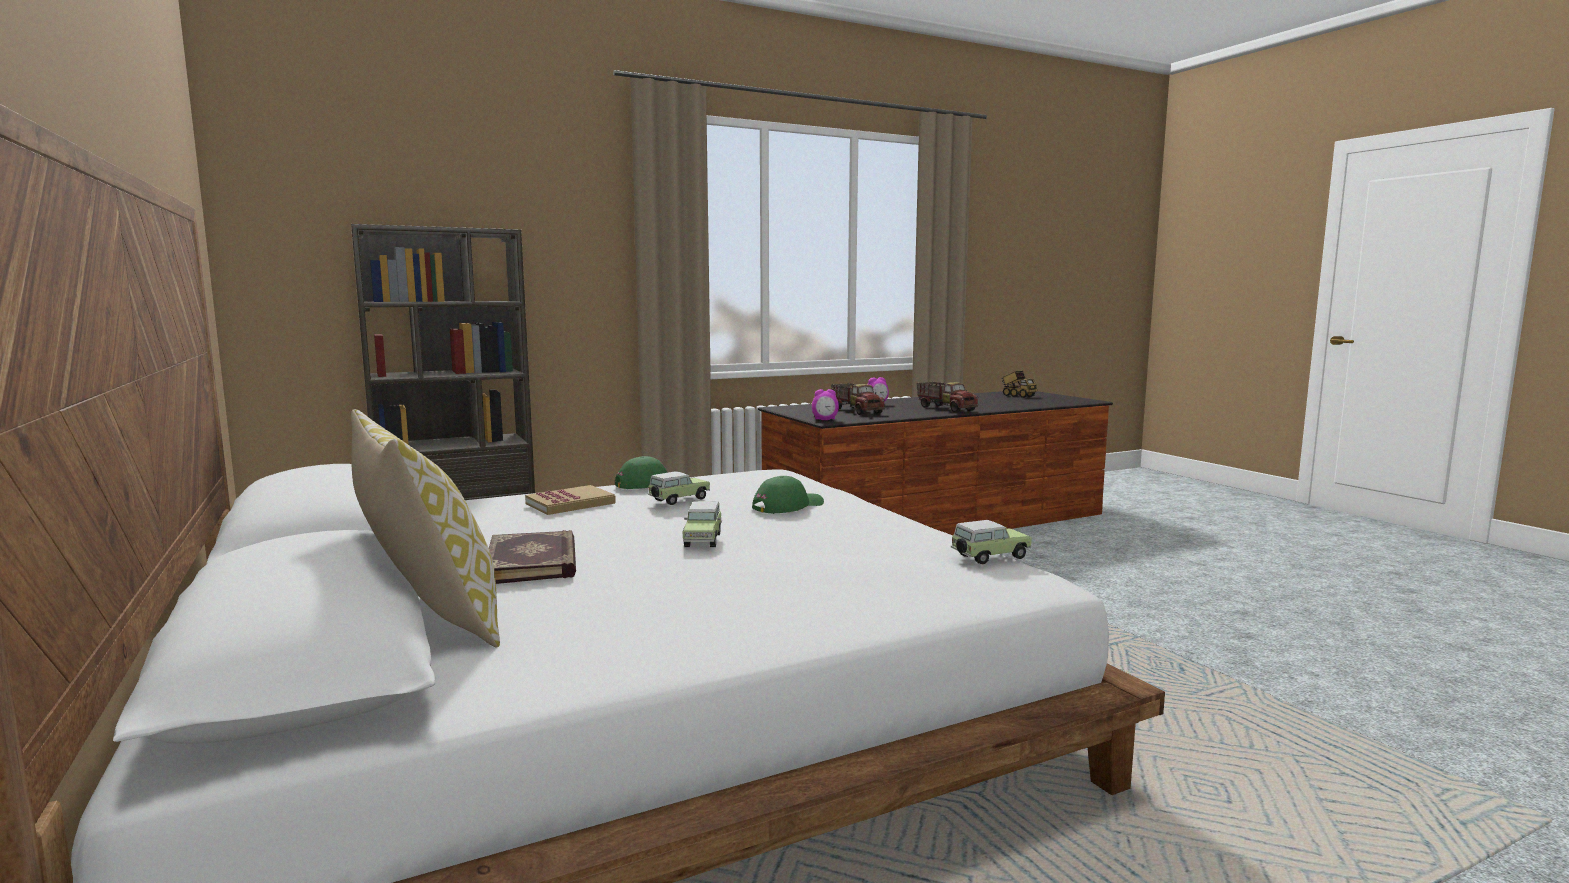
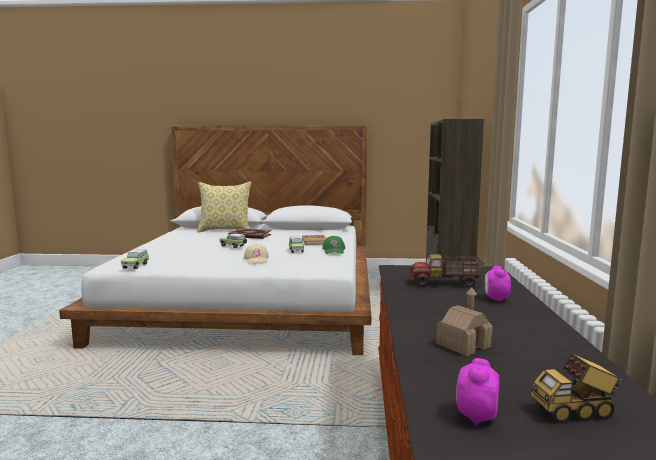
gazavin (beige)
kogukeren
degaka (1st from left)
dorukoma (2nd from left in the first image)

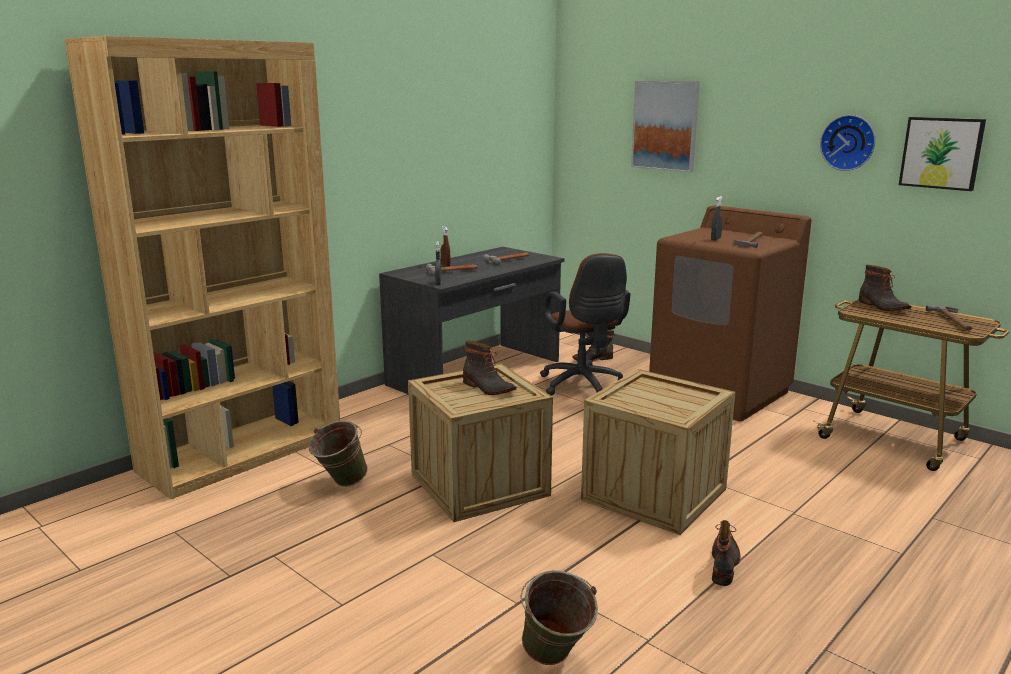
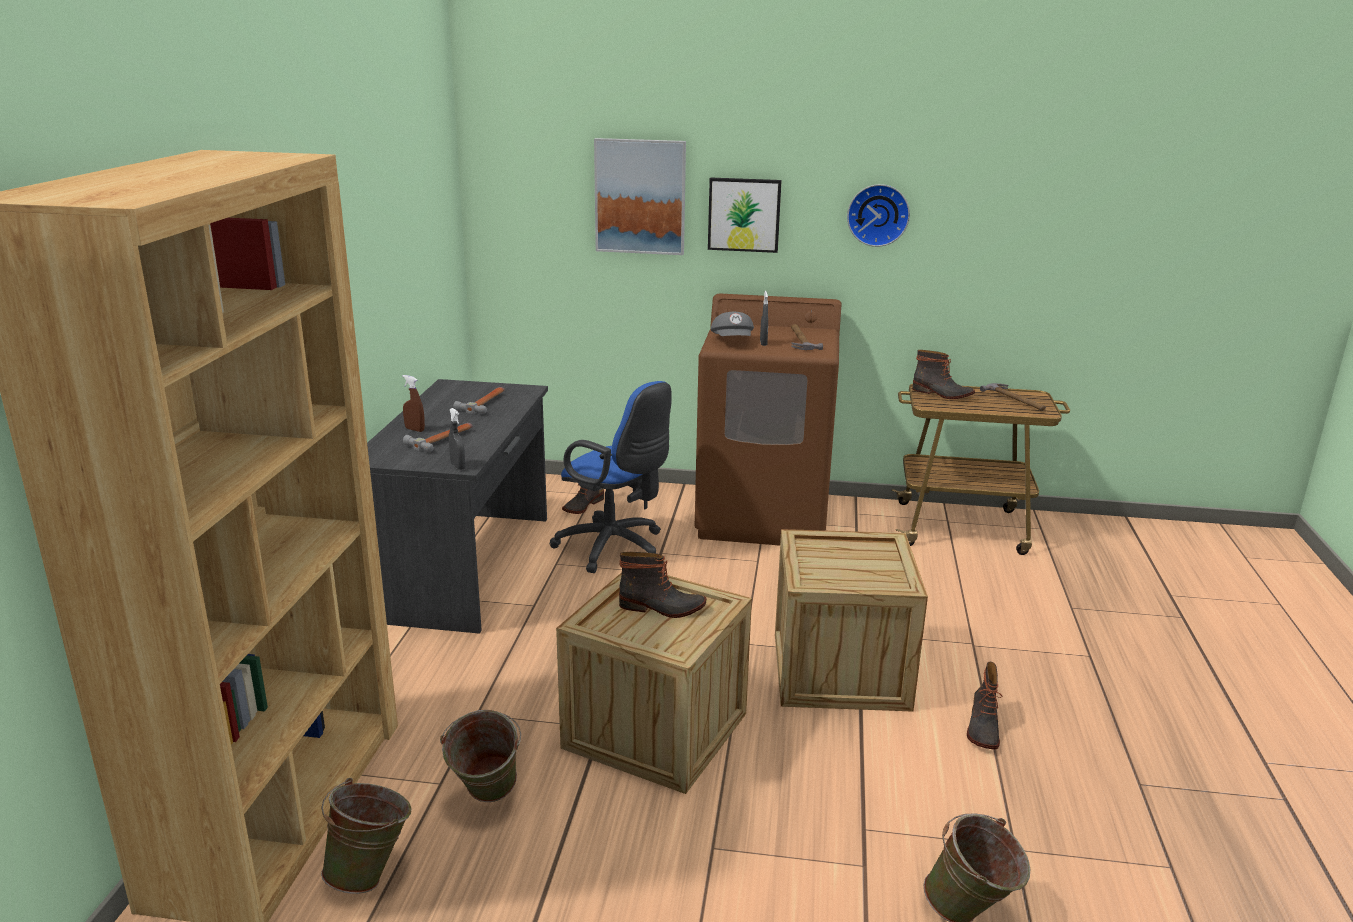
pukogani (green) (1st from left)
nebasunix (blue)
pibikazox (2nd from left)
gazavin (grey)
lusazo (4th from left)

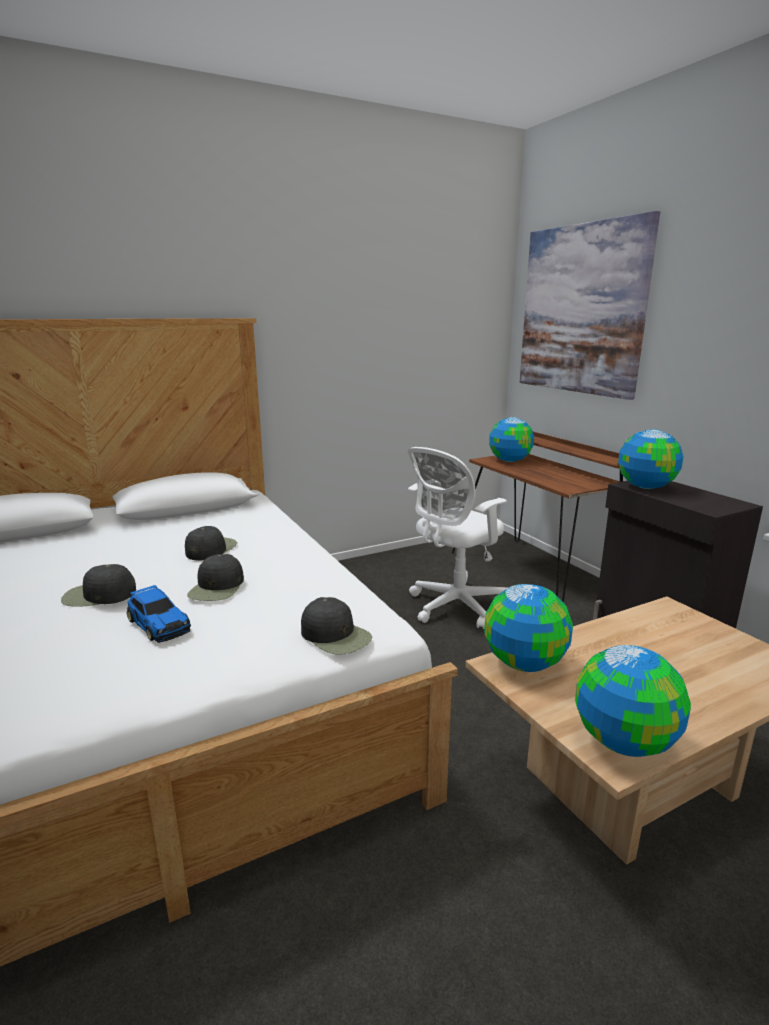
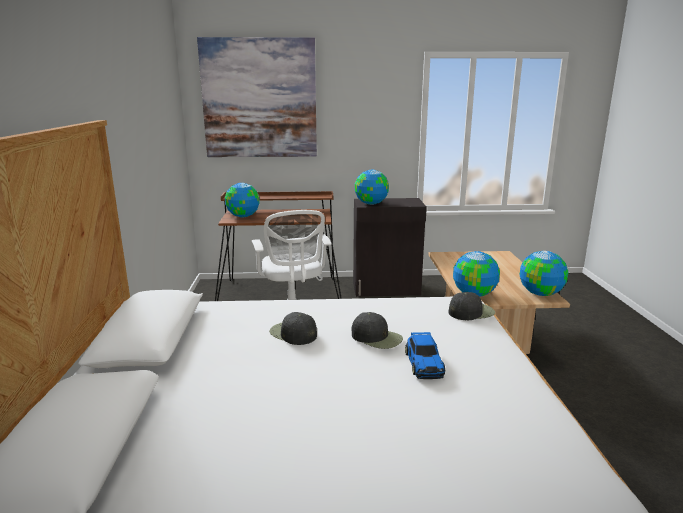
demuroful
gazavin (black) (1st from left in the first image)

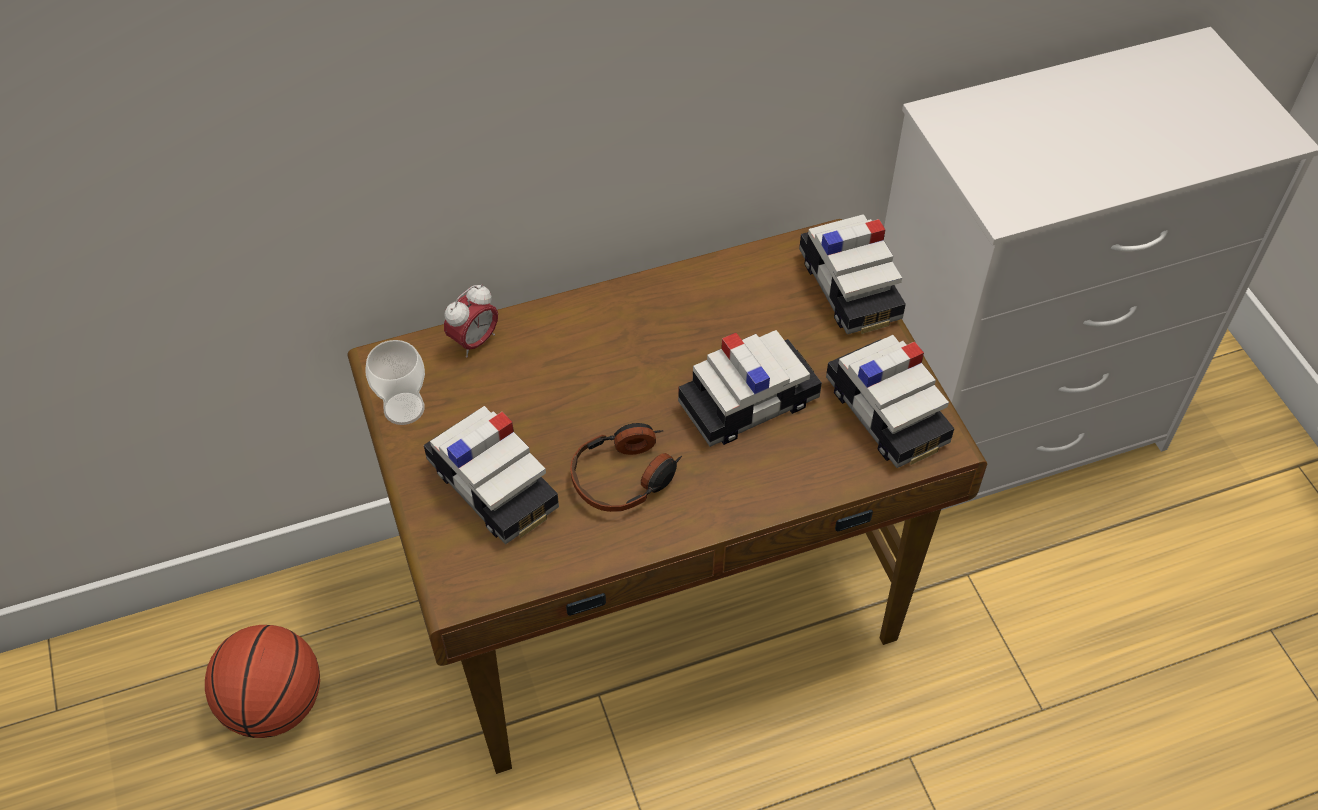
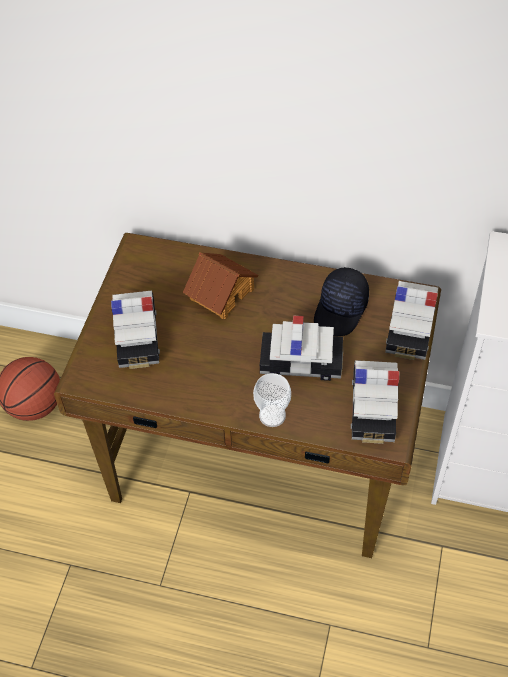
kogukeren
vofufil
gazavin (black)
degaka
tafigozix

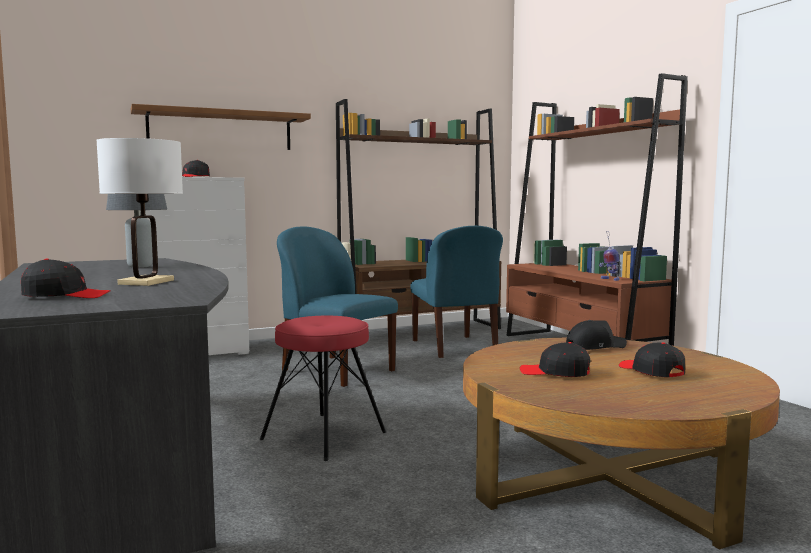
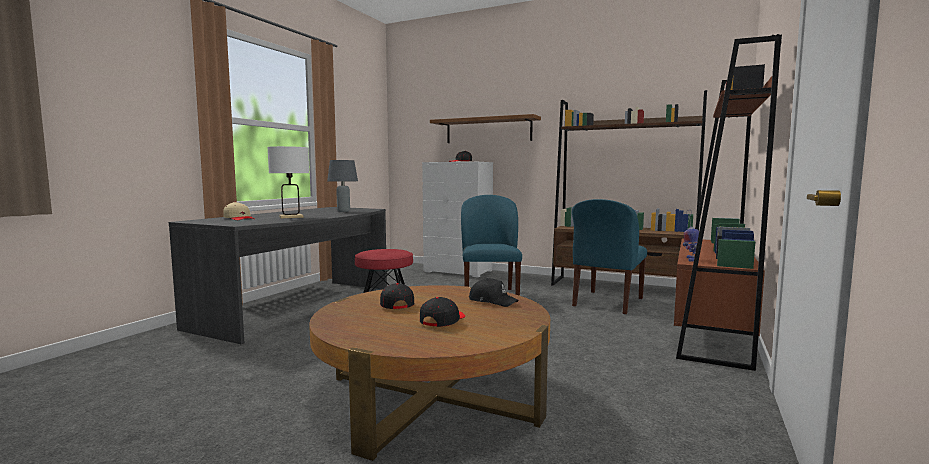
gazavin (beige)

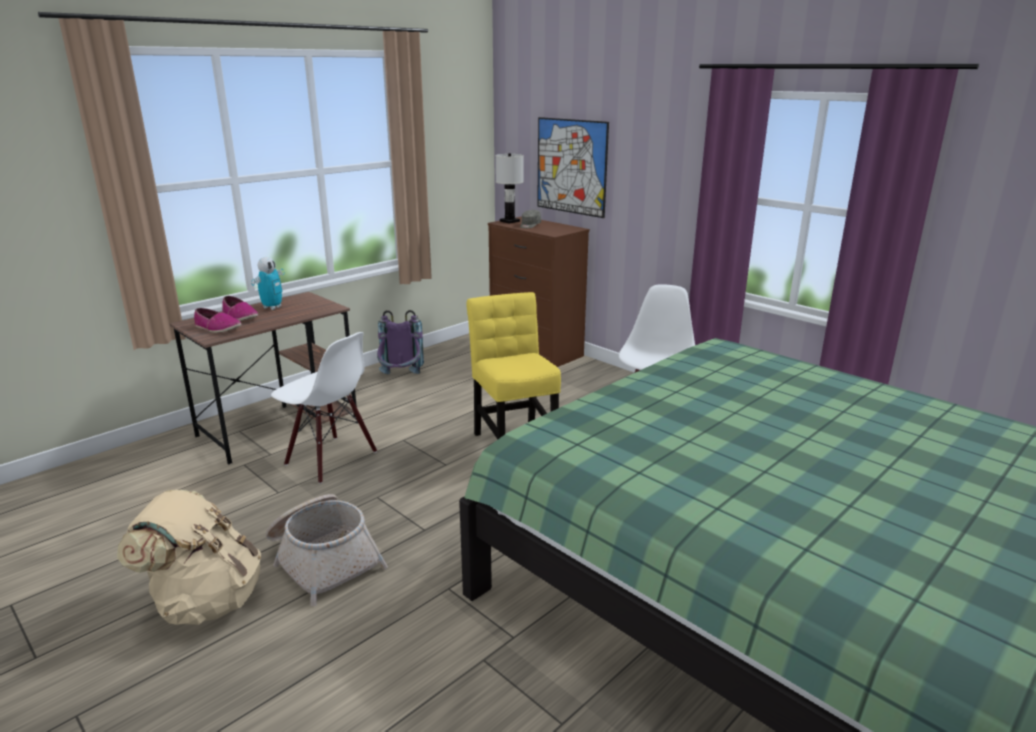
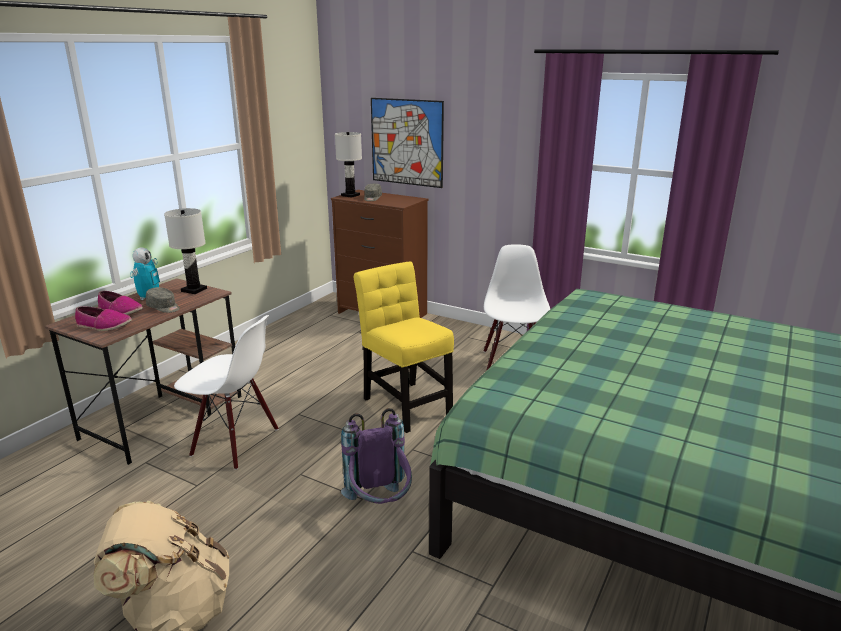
gazavin (grey) (1st from left)
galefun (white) (1st from left)
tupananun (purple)
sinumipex

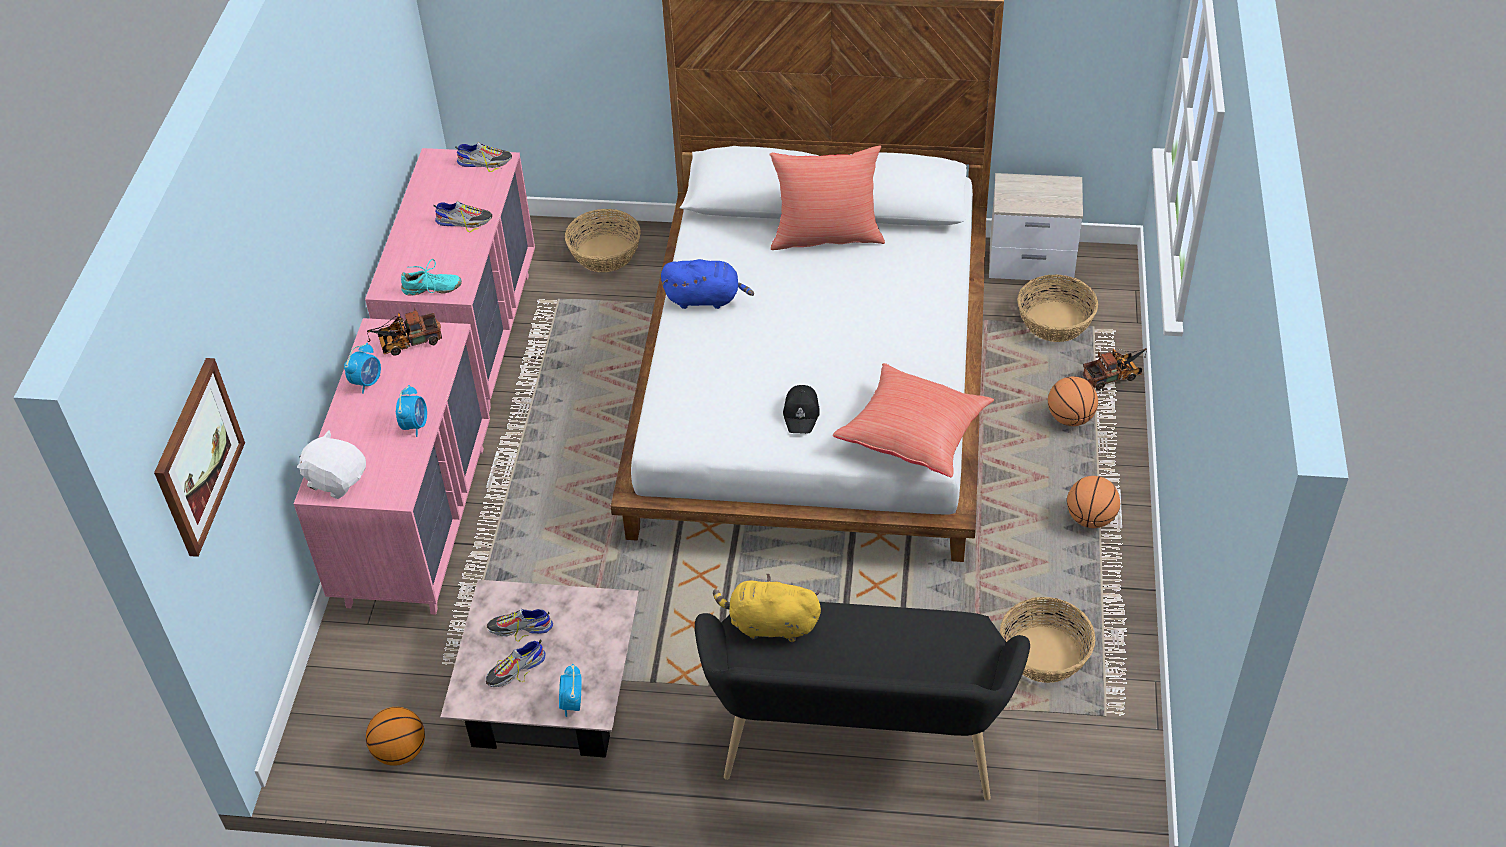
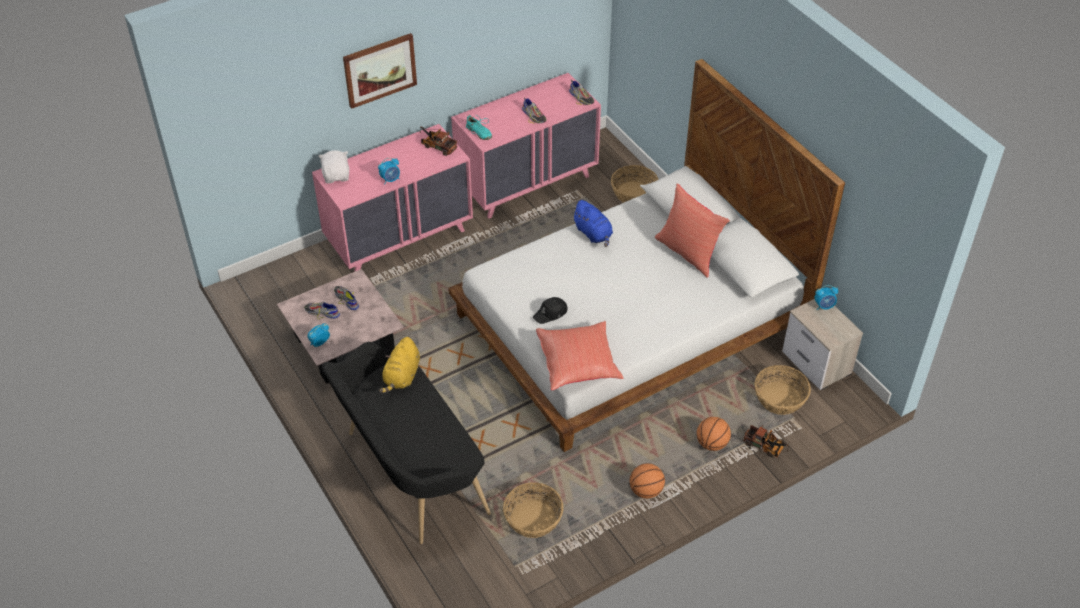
pibikazox
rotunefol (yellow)
degaka (3rd from left)
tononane (1st from left in the first image)

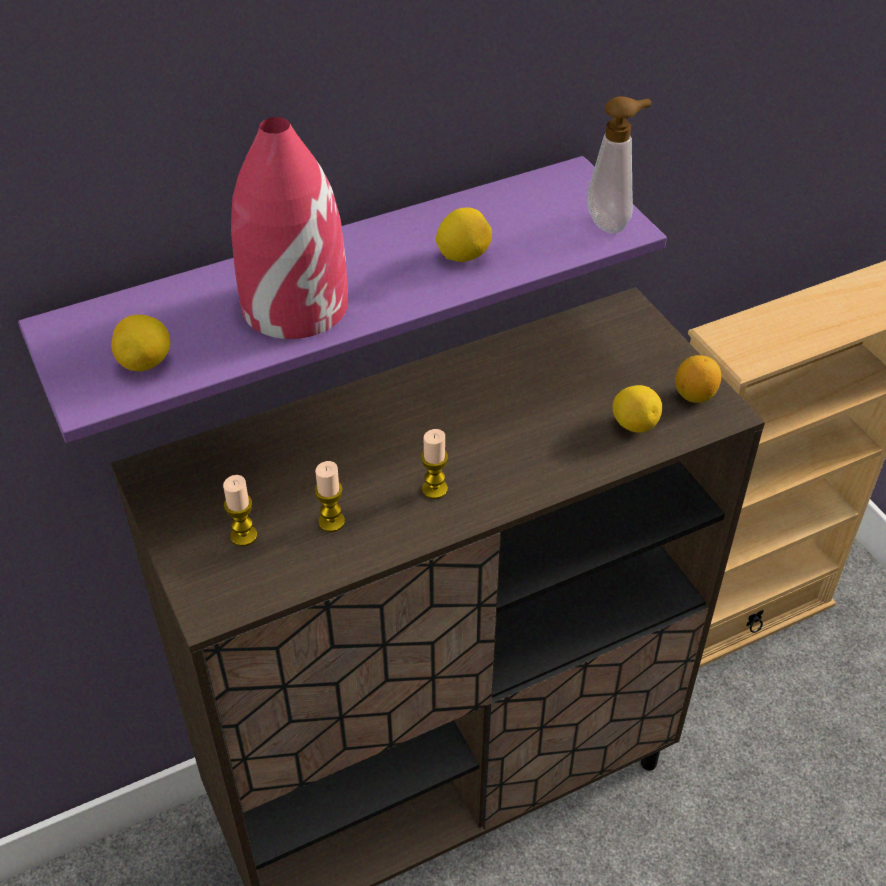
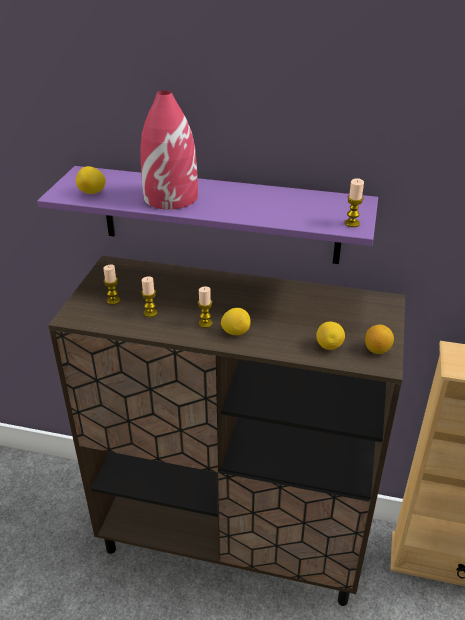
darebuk (2nd from left)
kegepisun (4th from left)

